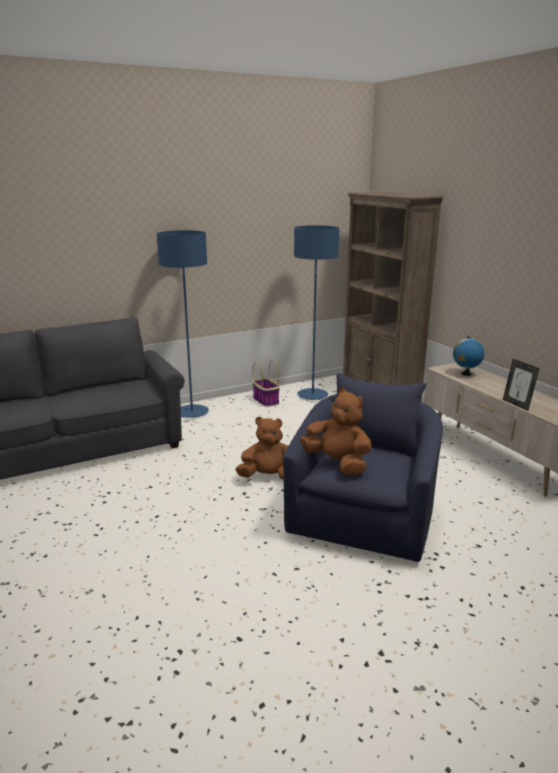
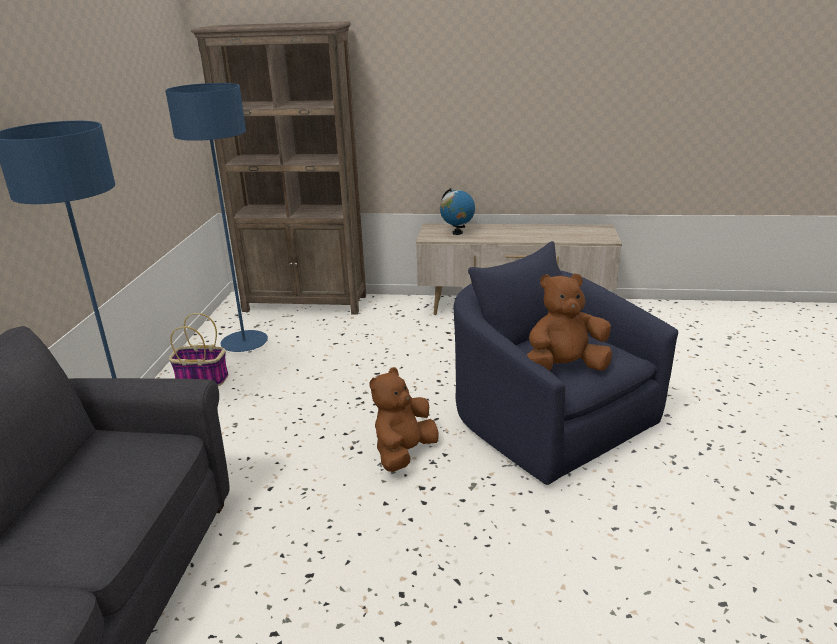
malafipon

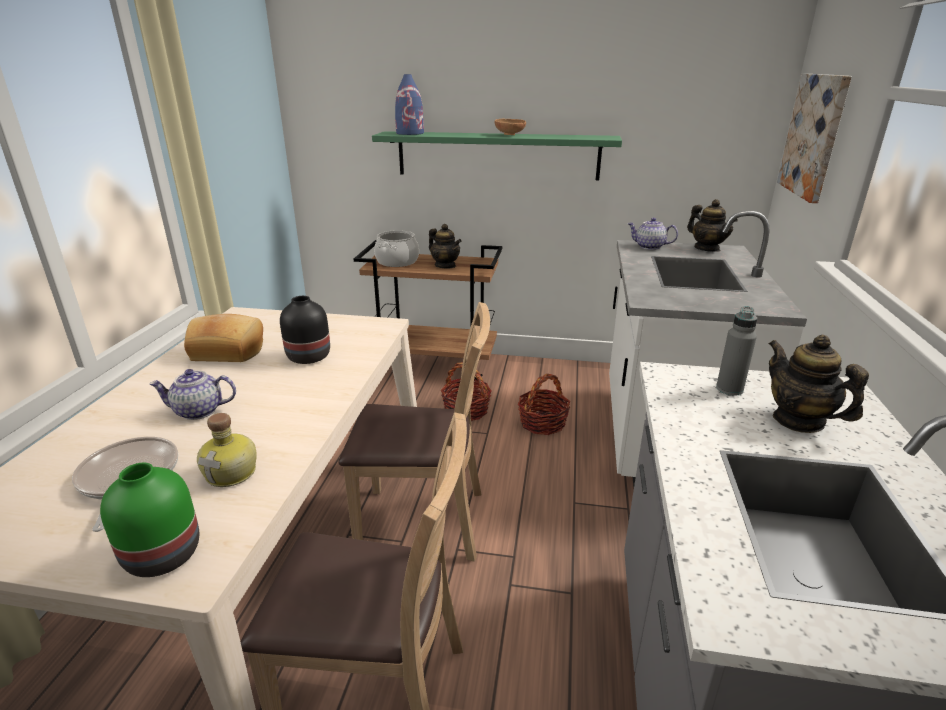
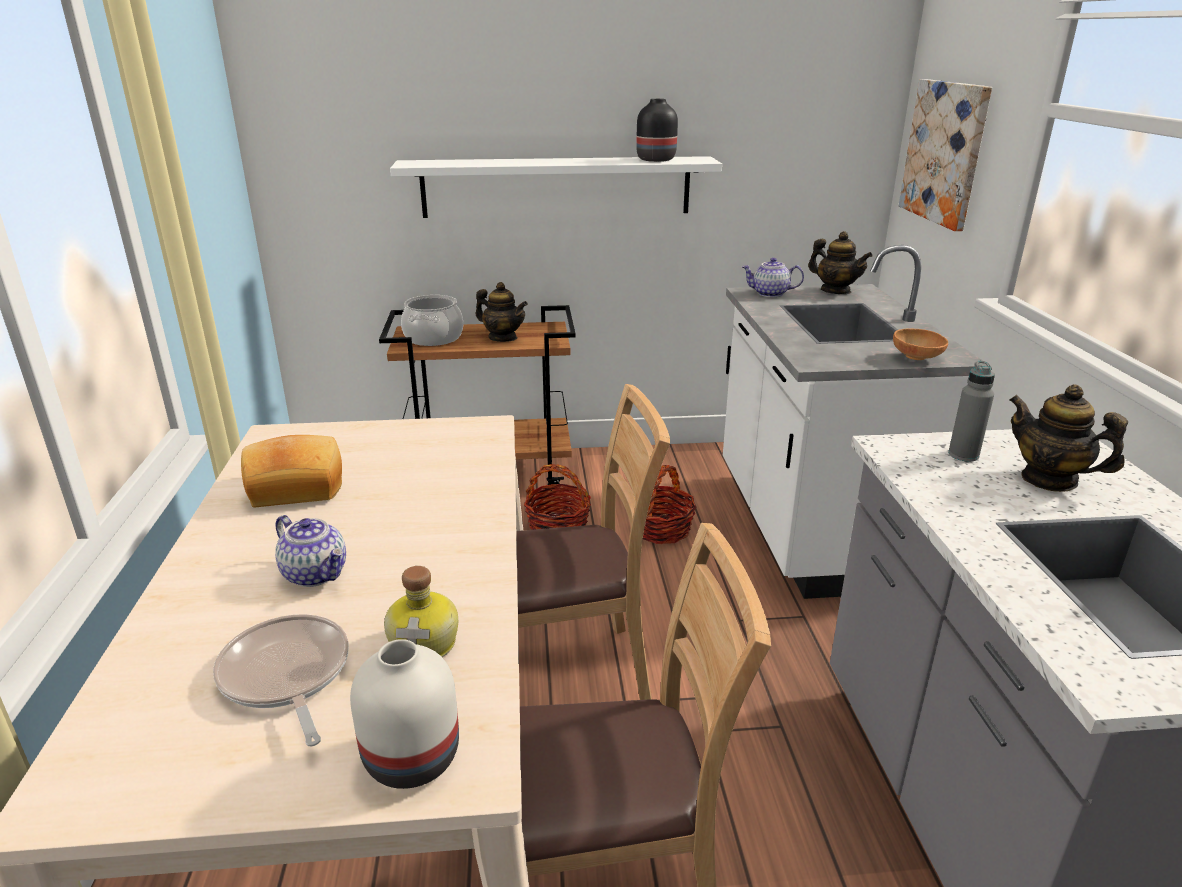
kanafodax (1st from left)
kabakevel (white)
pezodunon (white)
kabakevel (black)
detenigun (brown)
kabakevel (blue)

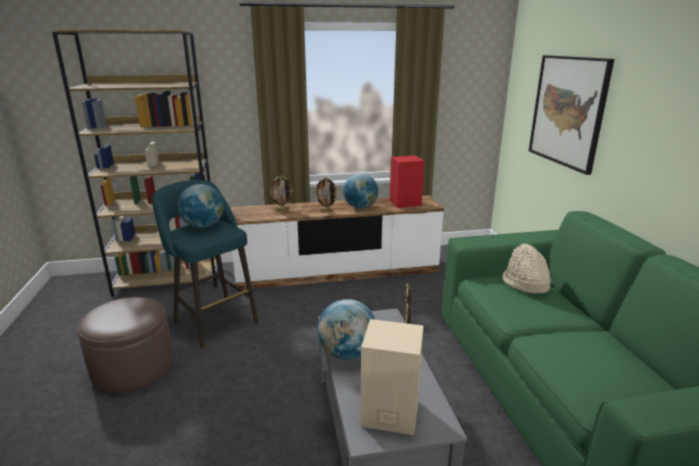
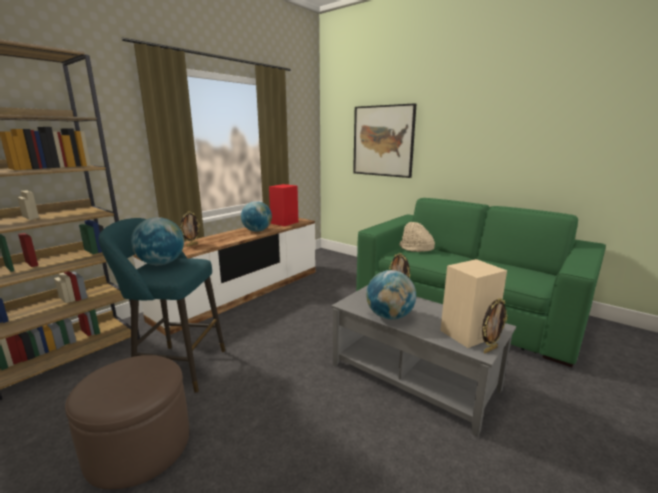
malafipon (3rd from left)

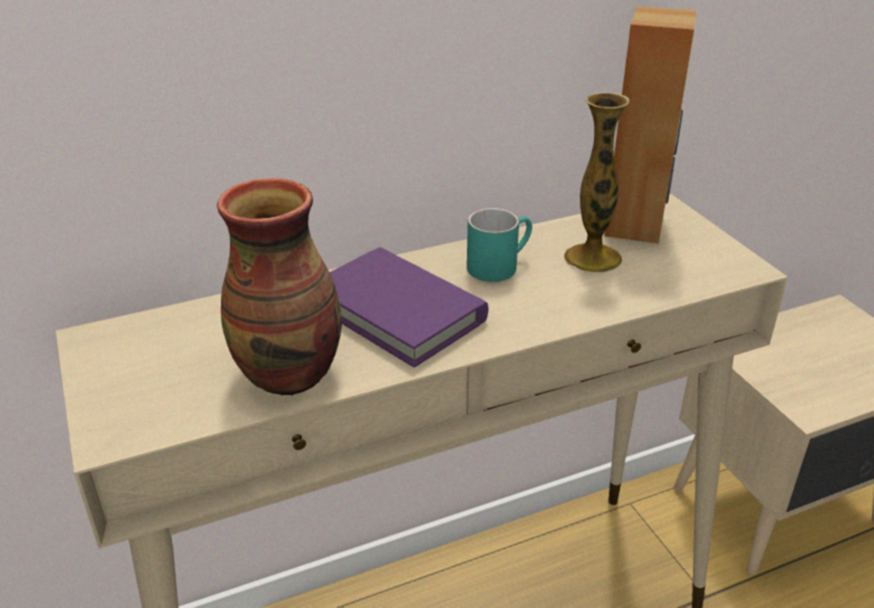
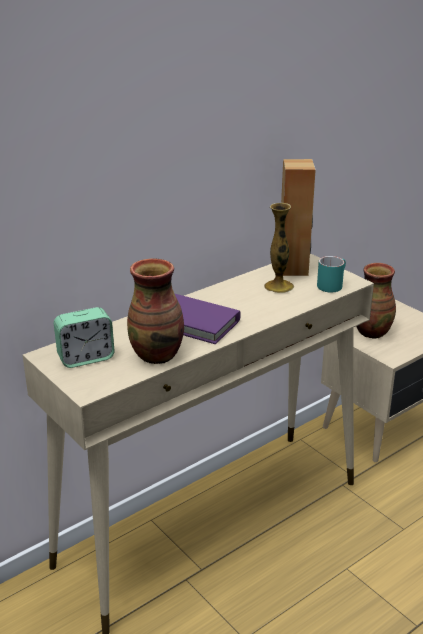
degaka
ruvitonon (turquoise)
kabakevel (3rd from left)

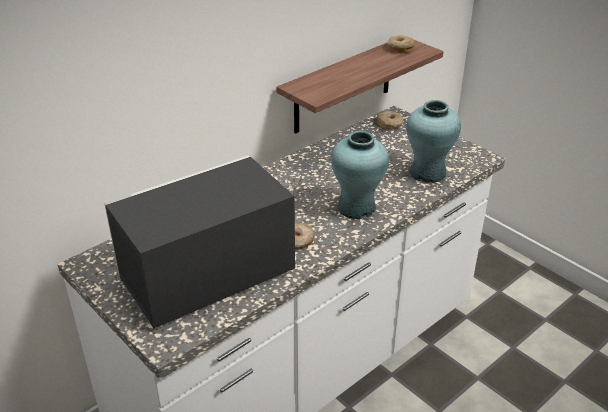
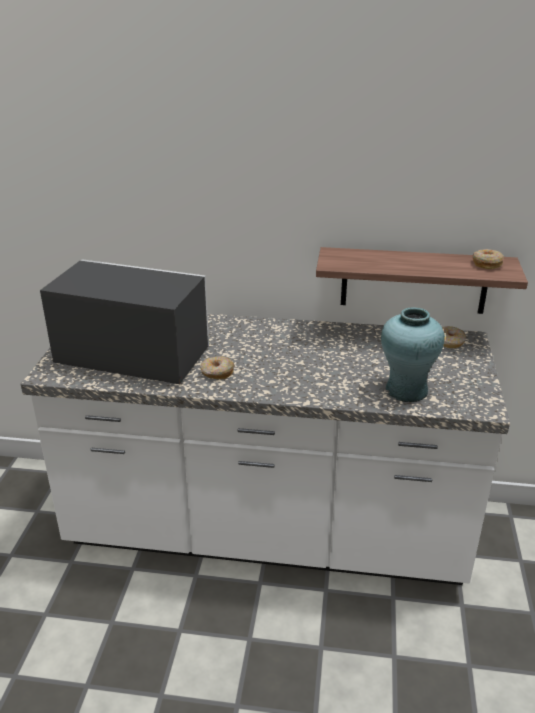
kabakevel (turquoise) (1st from left in the first image)

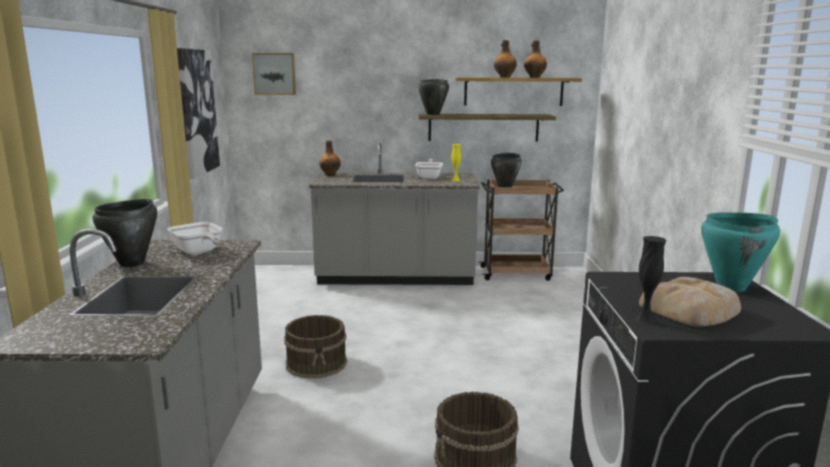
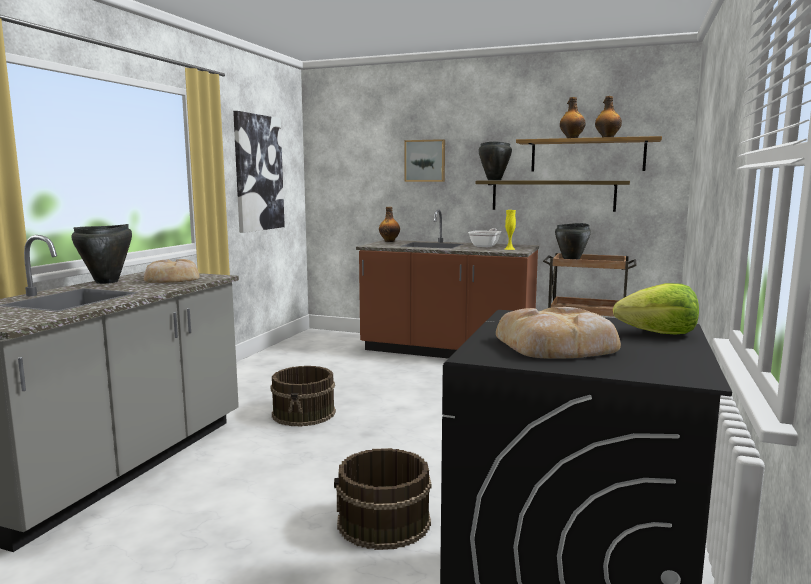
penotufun (1st from left)
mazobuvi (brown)
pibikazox (2nd from left)
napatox
kabakevel (black)

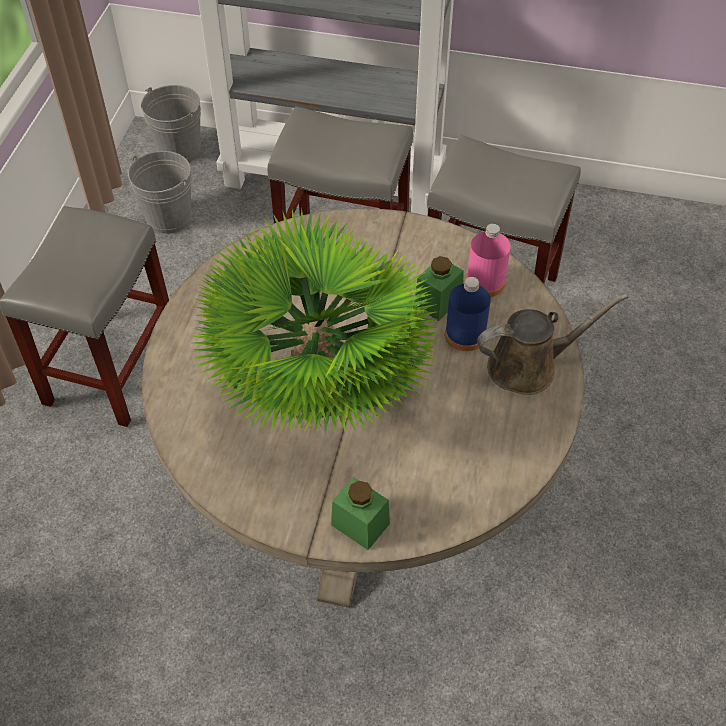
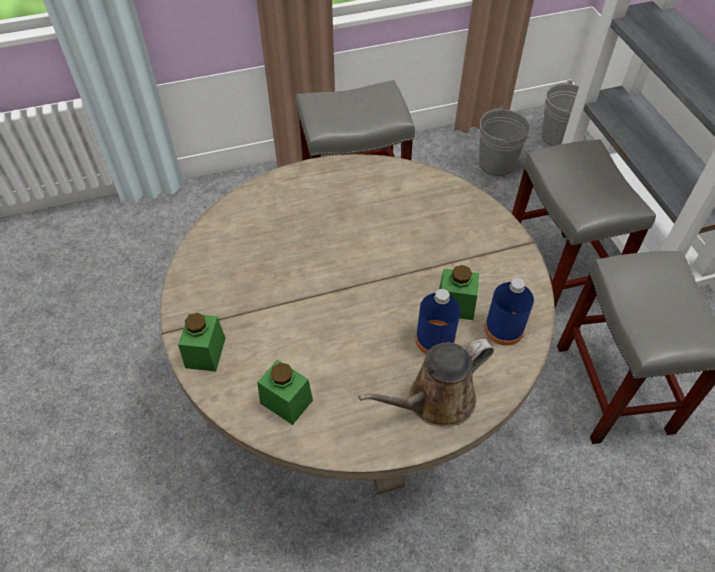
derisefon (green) (2nd from left)
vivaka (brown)
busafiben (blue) (2nd from left)
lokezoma

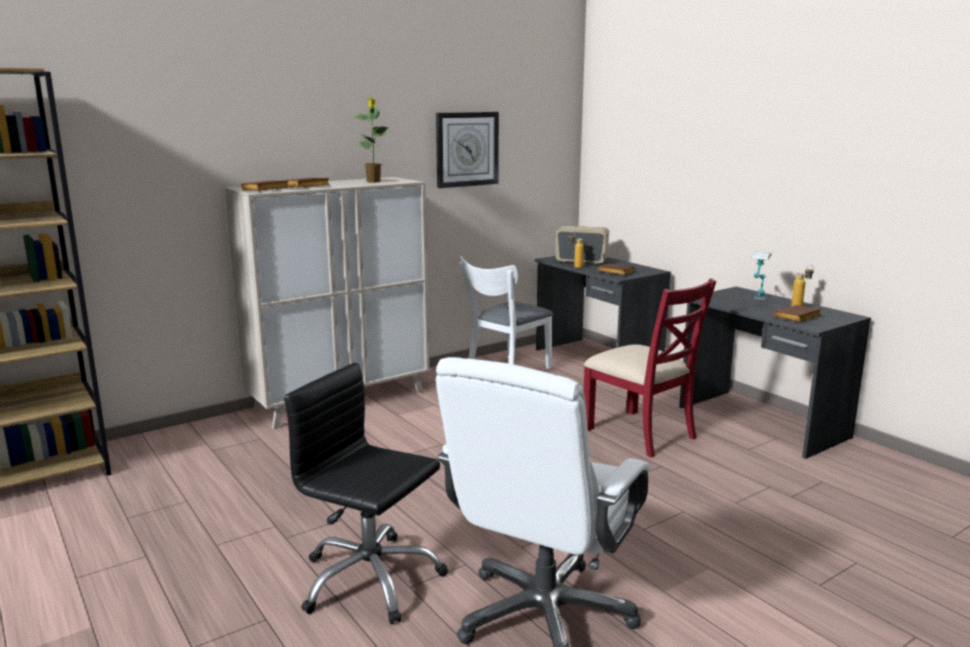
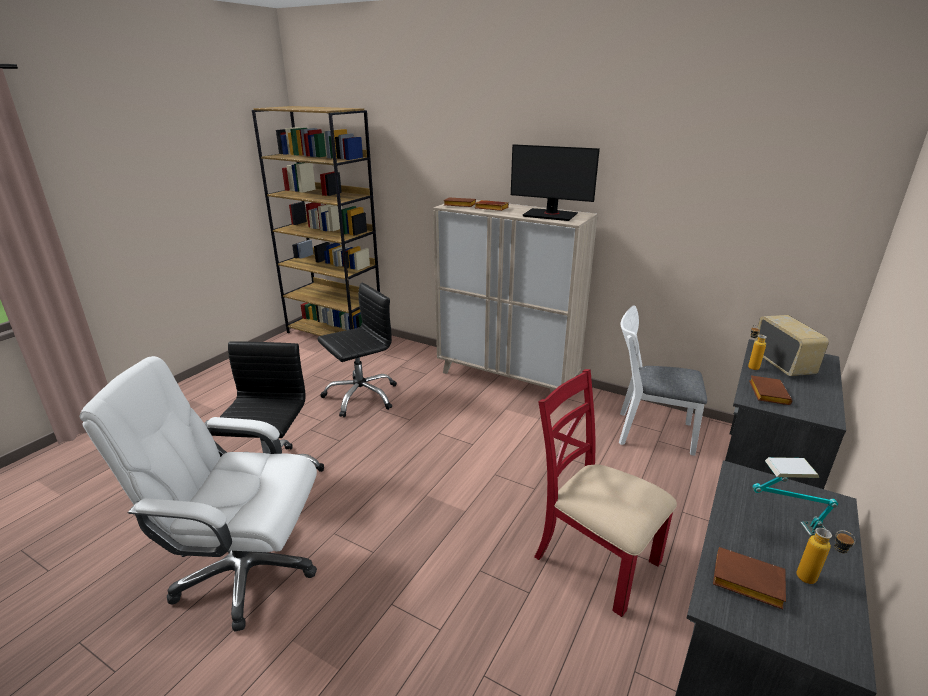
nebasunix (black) (2nd from left)
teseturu
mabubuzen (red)
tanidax

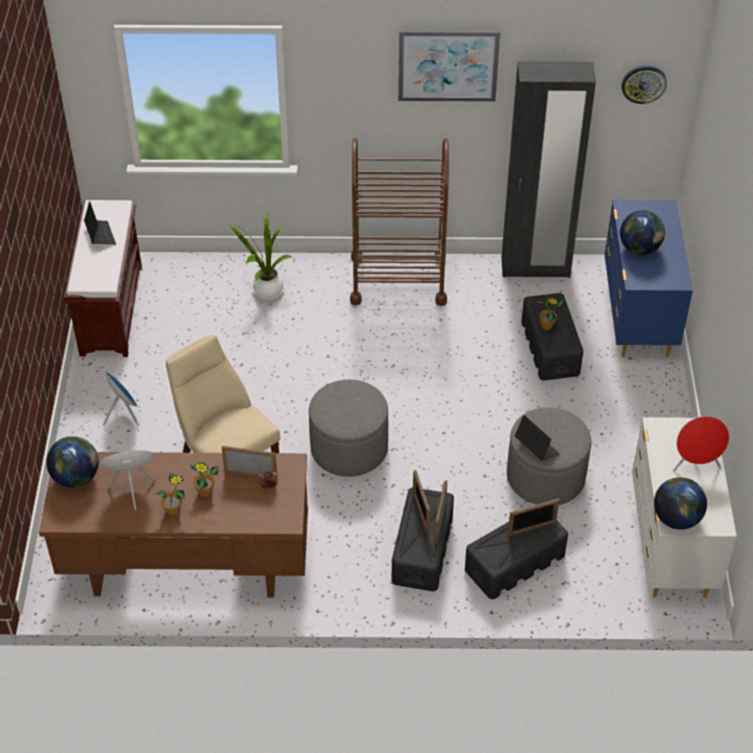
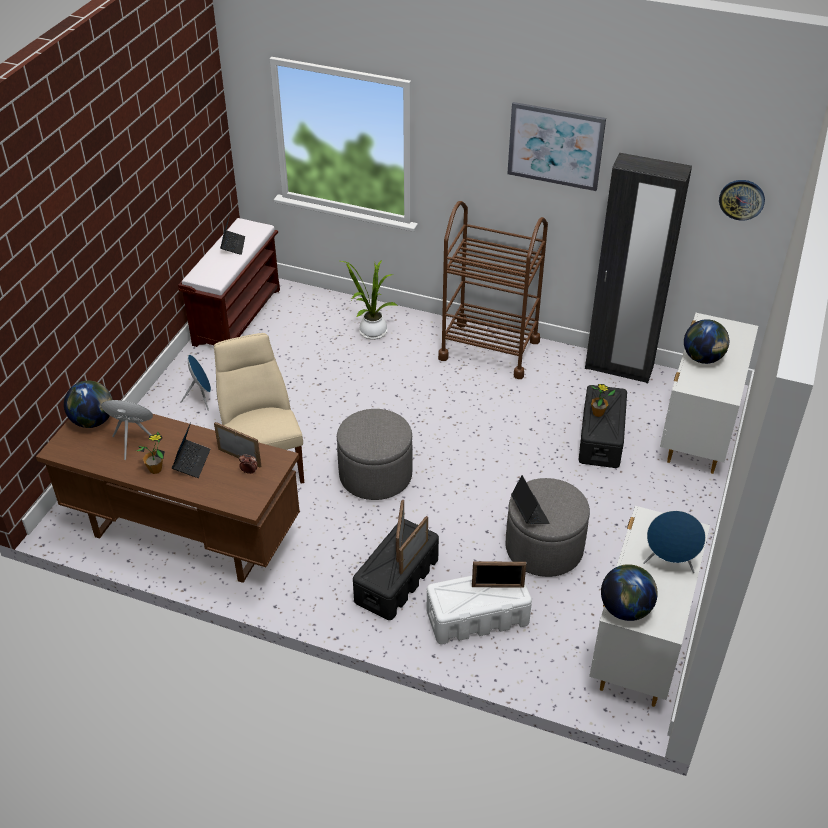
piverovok (1st from left)
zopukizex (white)
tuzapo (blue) (3rd from left)
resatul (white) (2nd from left)

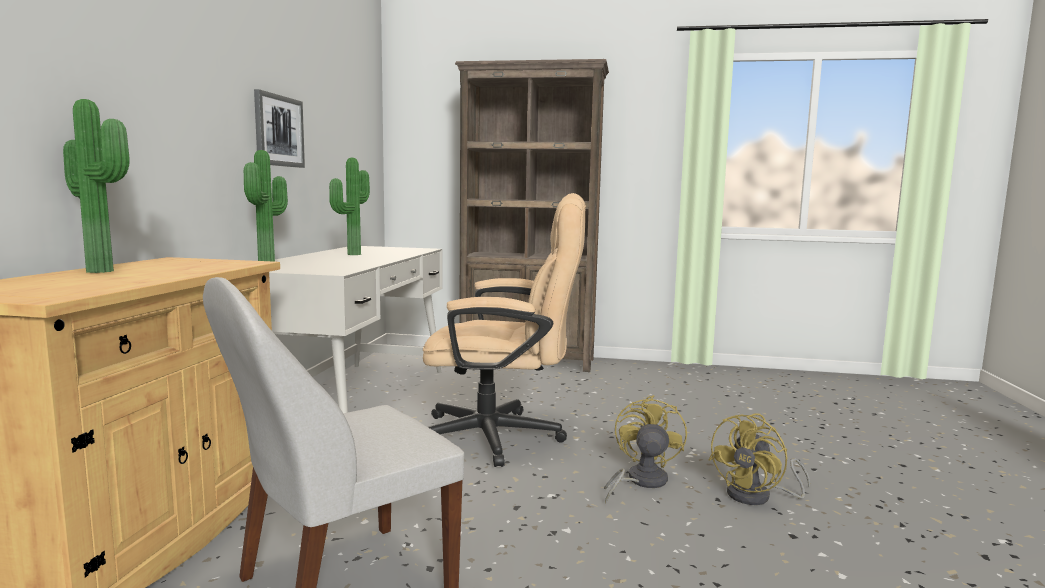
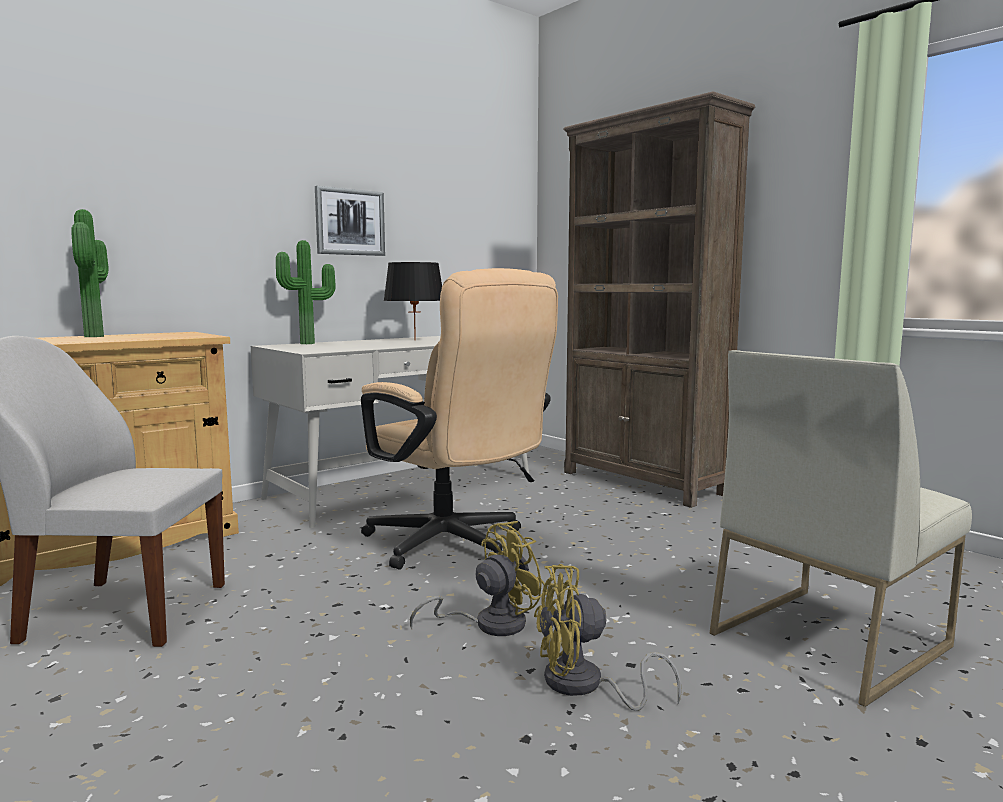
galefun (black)
mabubuzen (white) (2nd from left)

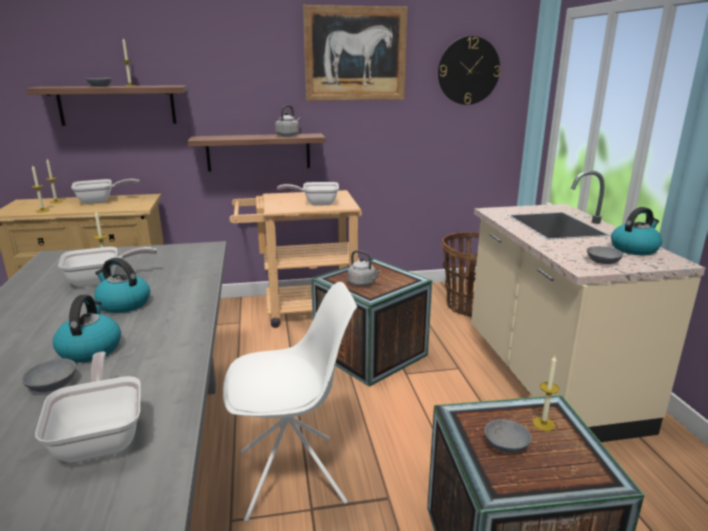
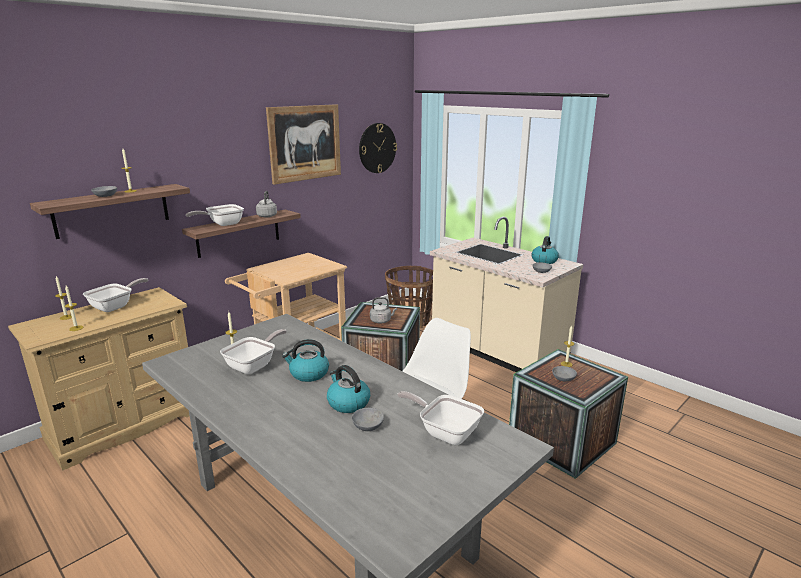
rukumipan (2nd from left)

